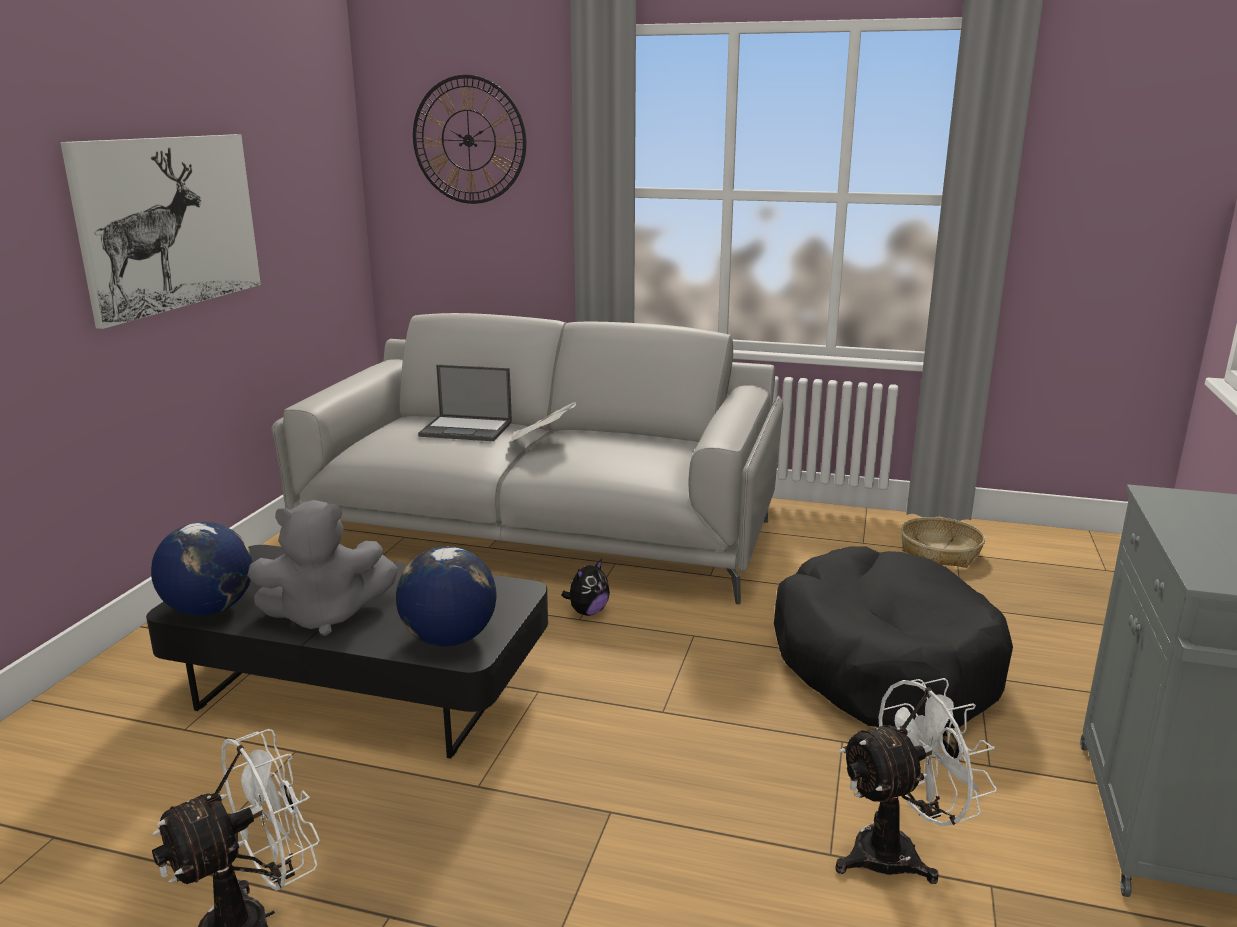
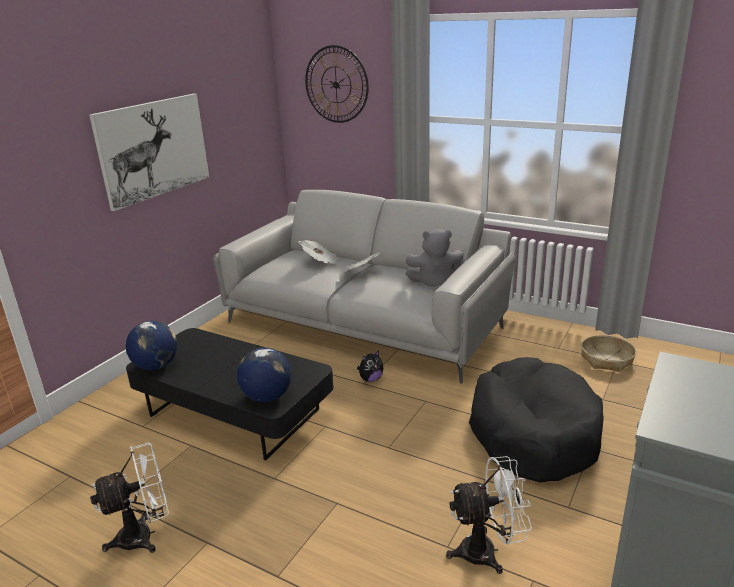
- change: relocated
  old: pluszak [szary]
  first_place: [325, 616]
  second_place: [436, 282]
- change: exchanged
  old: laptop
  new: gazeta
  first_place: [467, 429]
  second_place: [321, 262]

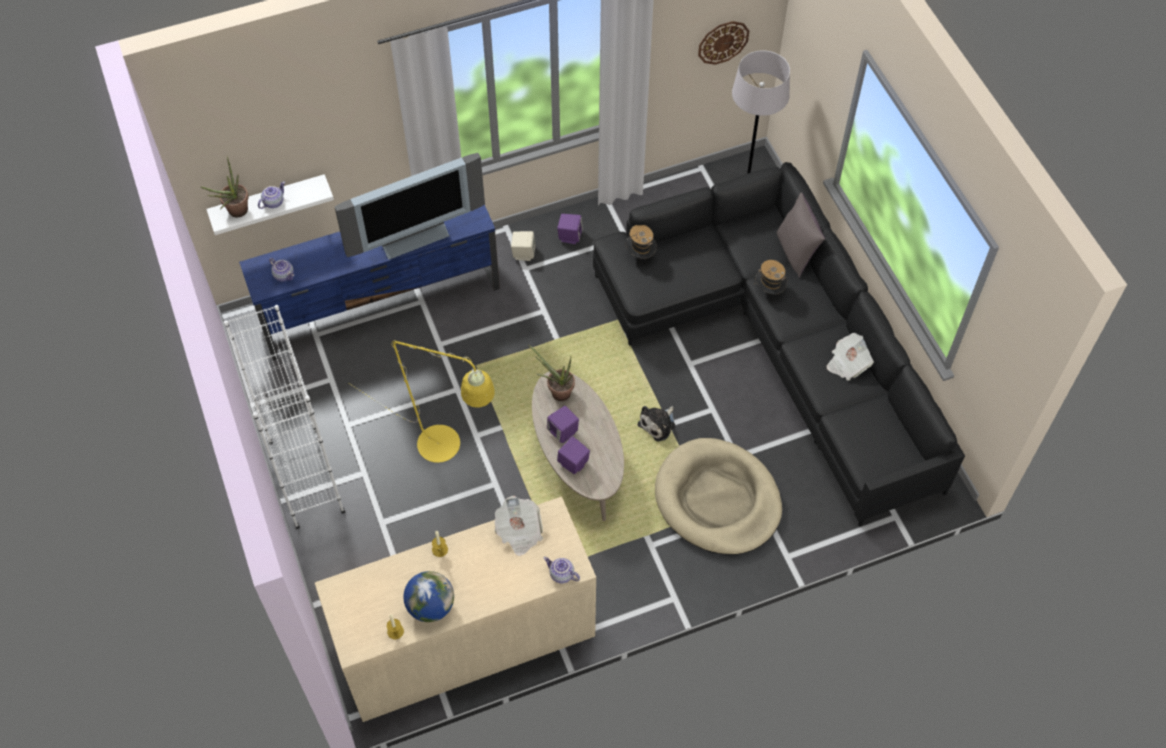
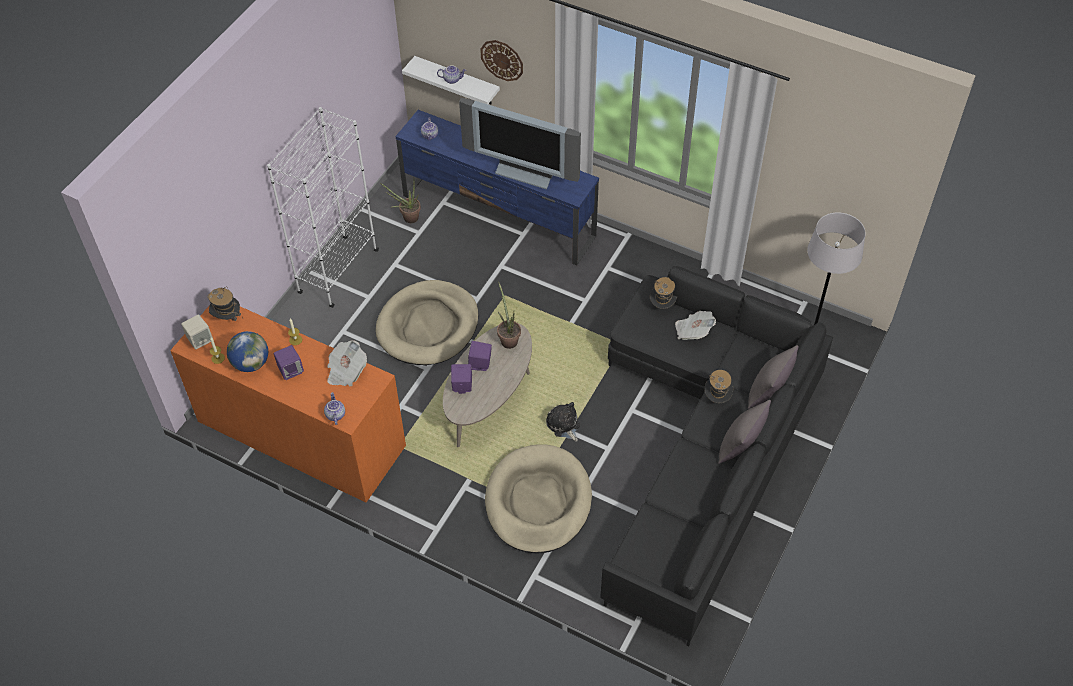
- change: appeared
  new: kapelusz
  second_place: [227, 318]
- change: appeared
  new: poduszka [szary]
  second_place: [740, 446]
- change: relocated
  old: roślina doniczkowa
  first_place: [235, 213]
  second_place: [407, 218]
- change: relocated
  old: głośnik [beżowy]
  first_place: [523, 253]
  second_place: [200, 340]
- change: relocated
  old: głośnik [fioletowy]
  first_place: [569, 236]
  second_place: [291, 370]
- change: relocated
  old: zegar ścienny
  first_place: [723, 42]
  second_place: [502, 60]
- change: relocated
  old: gazeta
  first_place: [848, 363]
  second_place: [693, 331]
- change: exchanged
  old: lampa stojąca [żółty]
  new: legowisko [beżowy]
  first_place: [448, 449]
  second_place: [428, 326]
- change: colour
  old: komoda [beżowy]
  new: komoda [pomarańczowy]
  first_place: [465, 638]
  second_place: [301, 433]
- change: spun
  old: pluszak
  first_place: [658, 424]
  second_place: [563, 425]
  degrees: 60

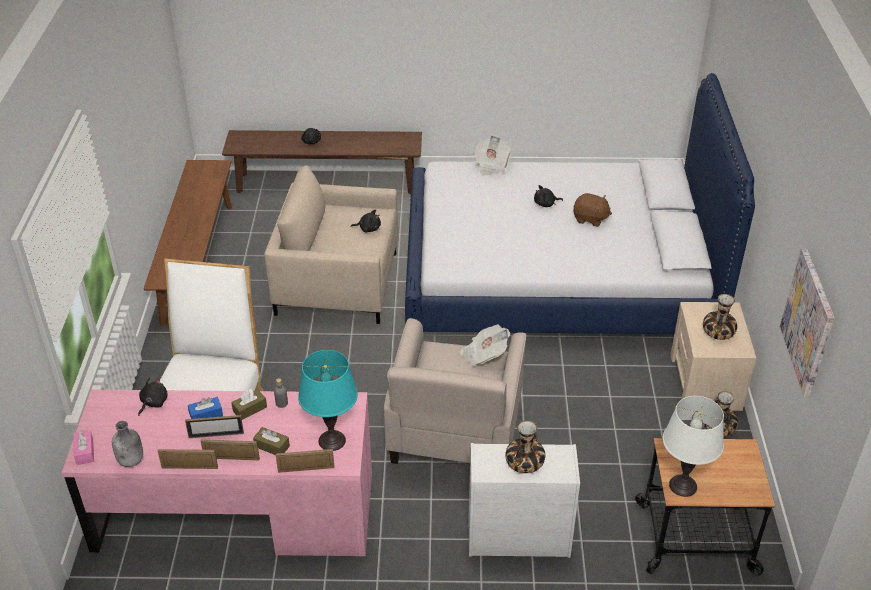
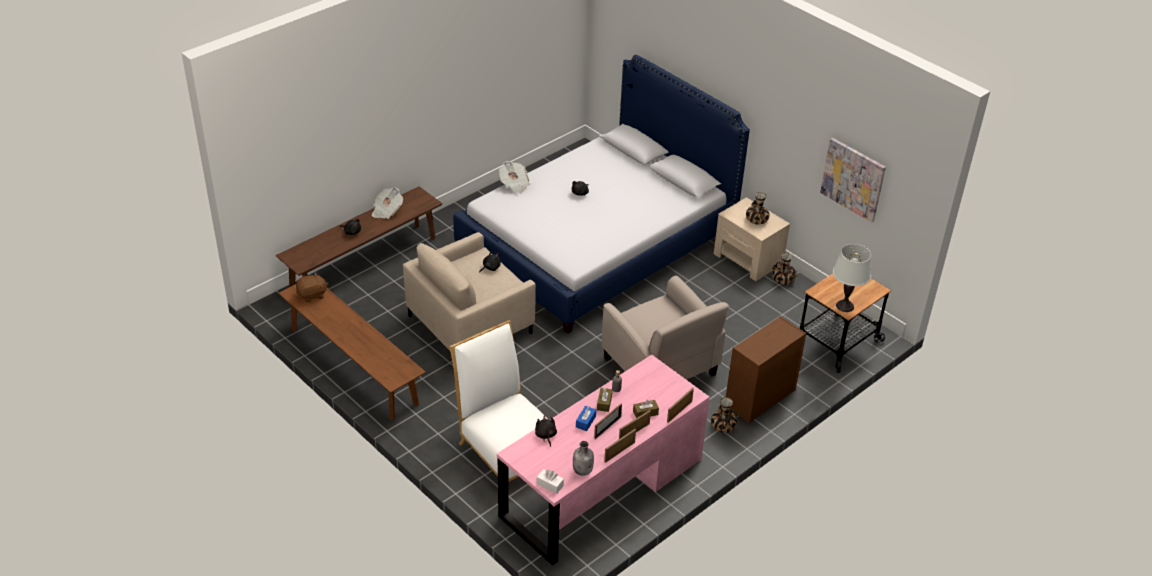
- change: missing
  old: lampa stołowa [turkusowy]
  first_place: [332, 441]
- change: relocated
  old: gazeta
  first_place: [484, 354]
  second_place: [386, 211]
- change: relocated
  old: wazon
  first_place: [524, 463]
  second_place: [723, 426]
- change: relocated
  old: pluszak [brązowy]
  first_place: [590, 219]
  second_place: [312, 295]
- change: colour
  old: pudełko chusteczek [różowy]
  new: pudełko chusteczek [biały]
  first_place: [85, 452]
  second_place: [550, 484]
- change: colour
  old: komoda [biały]
  new: komoda [brązowy]
  first_place: [517, 537]
  second_place: [759, 398]

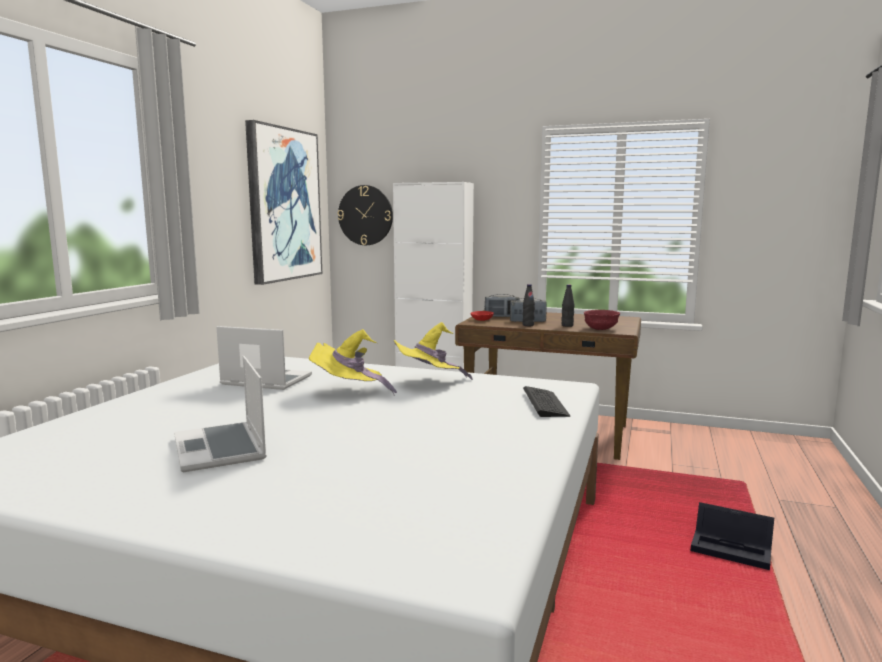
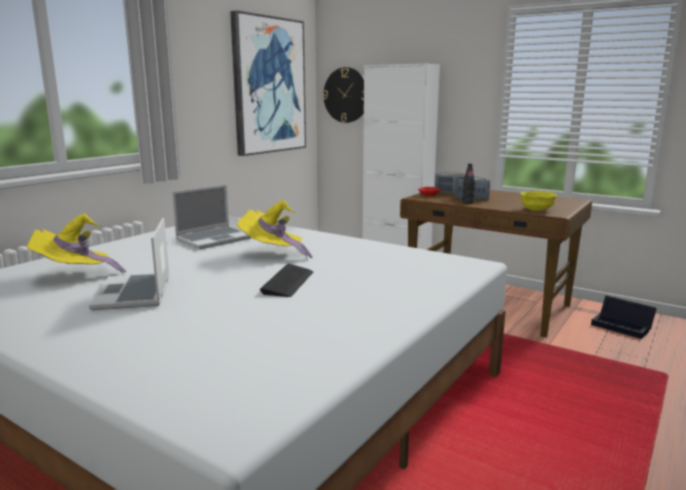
- change: missing
  old: butelka [czarny]
  first_place: [567, 325]
- change: relocated
  old: kapelusz [żółty]
  first_place: [429, 383]
  second_place: [76, 276]
- change: relocated
  old: klawiatura
  first_place: [545, 404]
  second_place: [288, 282]
- change: relocated
  old: pojemnik do przechowywania [czarny]
  first_place: [733, 549]
  second_place: [623, 326]
- change: colour
  old: miska [czerwony]
  new: miska [żółty]
  first_place: [601, 329]
  second_place: [537, 210]
- change: spun
  old: laptop
  first_place: [265, 381]
  second_place: [214, 239]
  degrees: 105

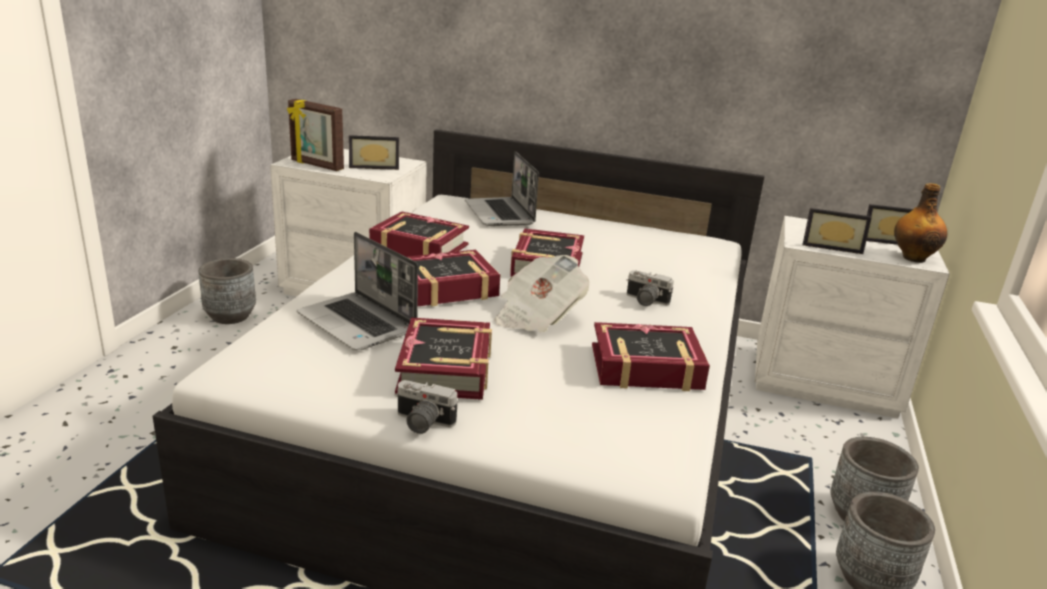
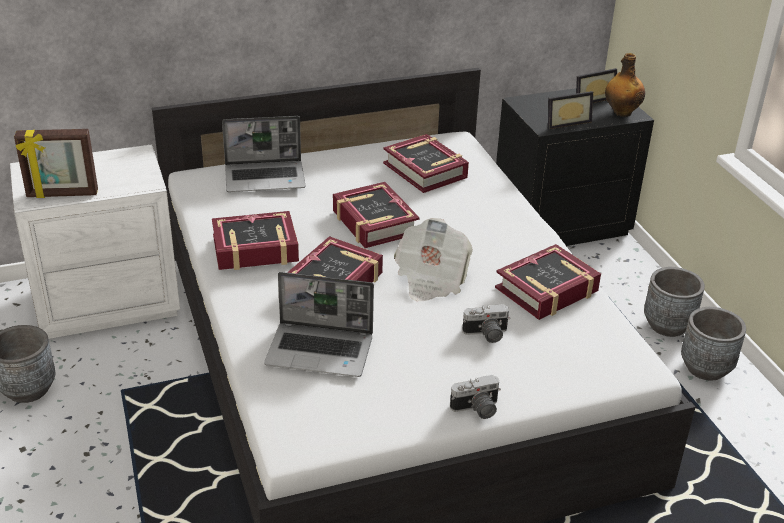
- change: missing
  old: ramka na zdjęcie
  first_place: [374, 166]
- change: relocated
  old: książka
  first_place: [446, 369]
  second_place: [425, 170]
- change: relocated
  old: aparat fotograficzny
  first_place: [645, 301]
  second_place: [486, 335]
- change: colour
  old: szafka nocna [biały]
  new: szafka nocna [czarny]
  first_place: [823, 381]
  second_place: [559, 223]
- change: spun
  old: laptop
  first_place: [500, 214]
  second_place: [266, 178]
  degrees: -45

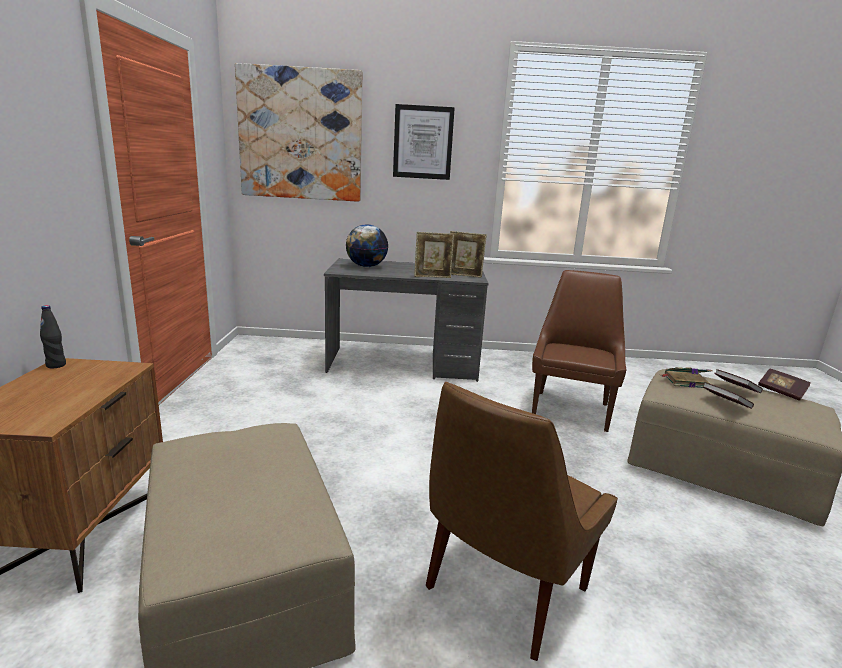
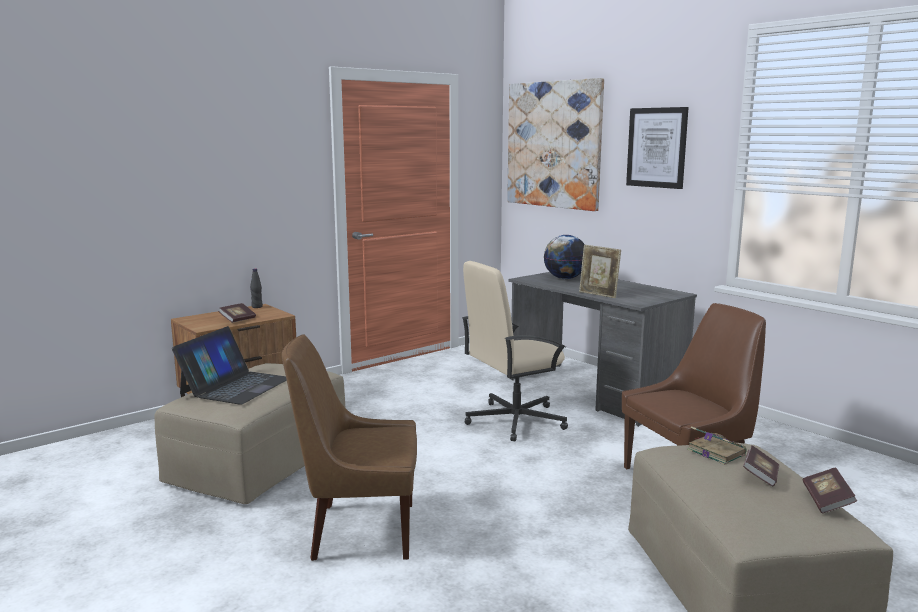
- change: missing
  old: ramka na zdjęcie
  first_place: [464, 275]
- change: appeared
  new: laptop
  second_place: [235, 386]
- change: appeared
  new: krzesło biurowe [beżowy]
  second_place: [514, 420]
- change: relocated
  old: książka
  first_place: [725, 403]
  second_place: [238, 320]

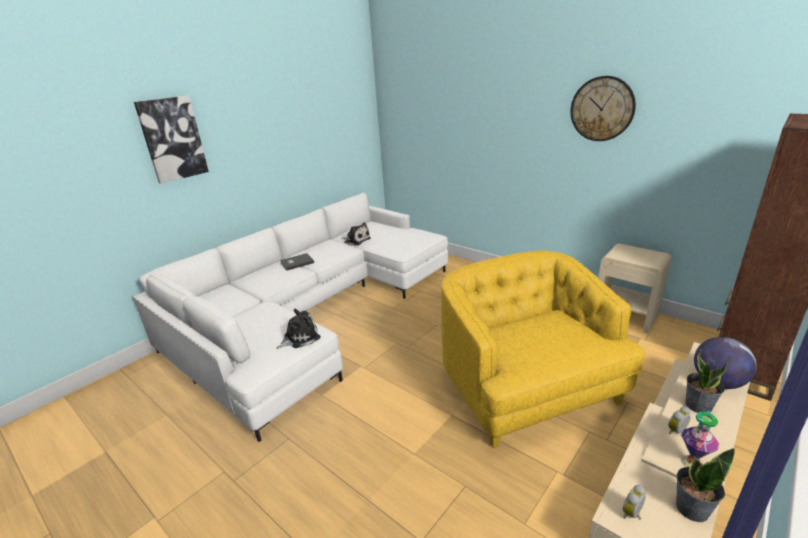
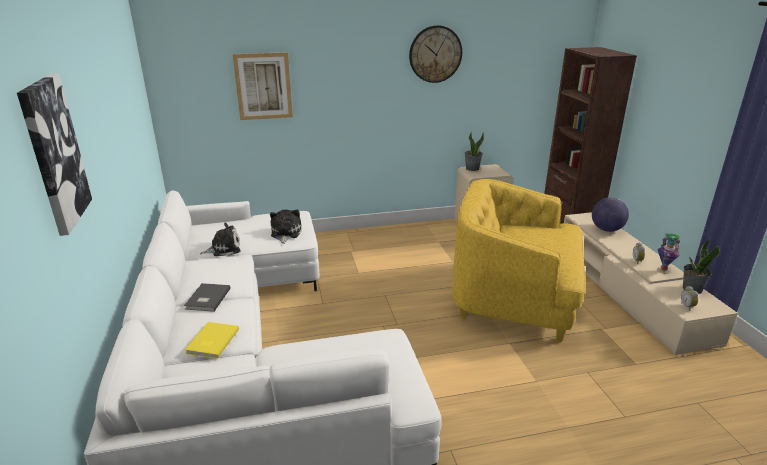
- change: appeared
  new: książka [żółty]
  second_place: [211, 341]
- change: appeared
  new: obraz
  second_place: [263, 86]
- change: relocated
  old: pluszak
  first_place: [299, 337]
  second_place: [285, 233]
- change: relocated
  old: roślina doniczkowa
  first_place: [698, 405]
  second_place: [472, 168]

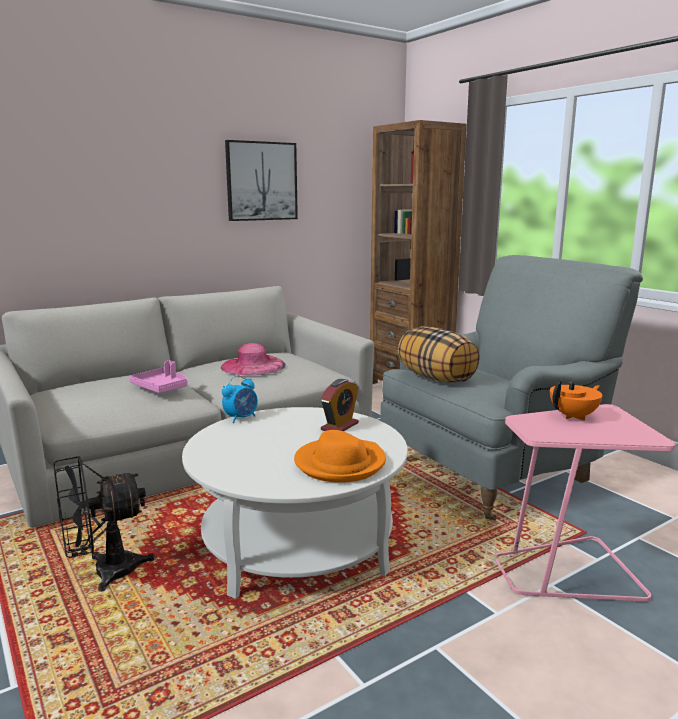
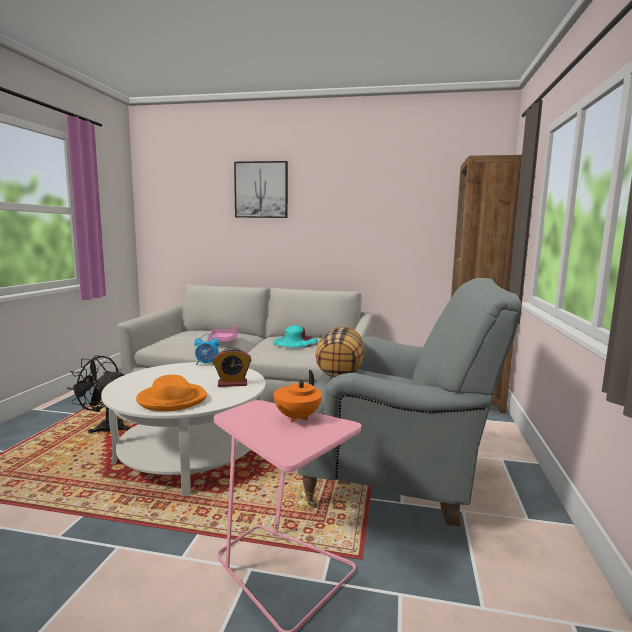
- change: relocated
  old: obraz
  first_place: [261, 181]
  second_place: [261, 190]
- change: colour
  old: kapelusz [różowy]
  new: kapelusz [turkusowy]
  first_place: [253, 365]
  second_place: [295, 342]
- change: spun
  old: imbryk [pomarańczowy]
  first_place: [574, 416]
  second_place: [296, 418]
  degrees: 105

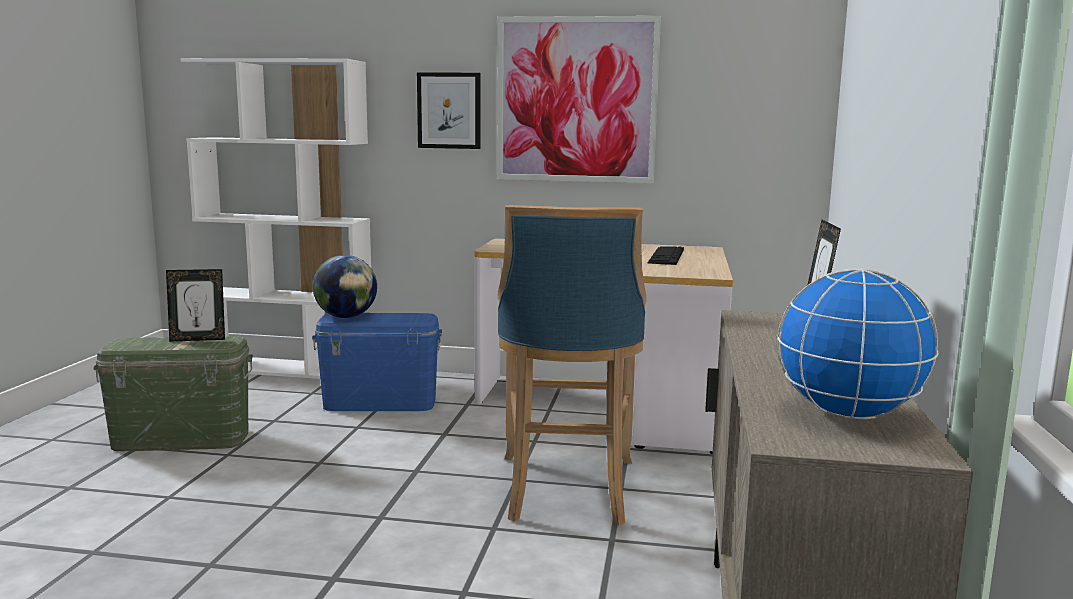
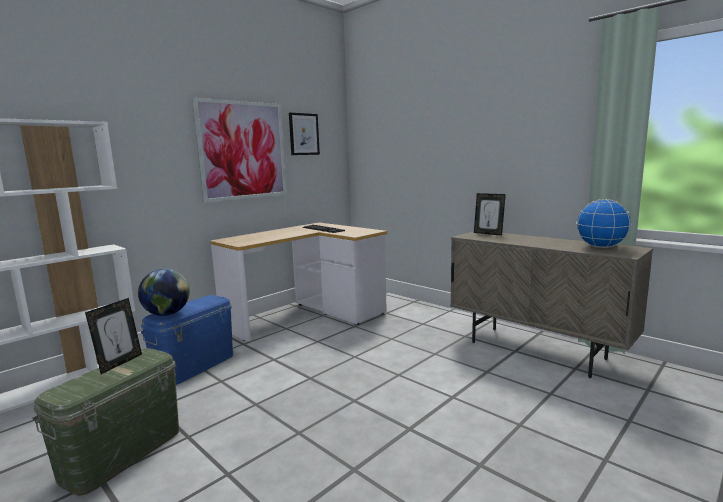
- change: missing
  old: stołek [niebieski]
  first_place: [566, 491]
- change: relocated
  old: obraz
  first_place: [449, 110]
  second_place: [304, 134]

